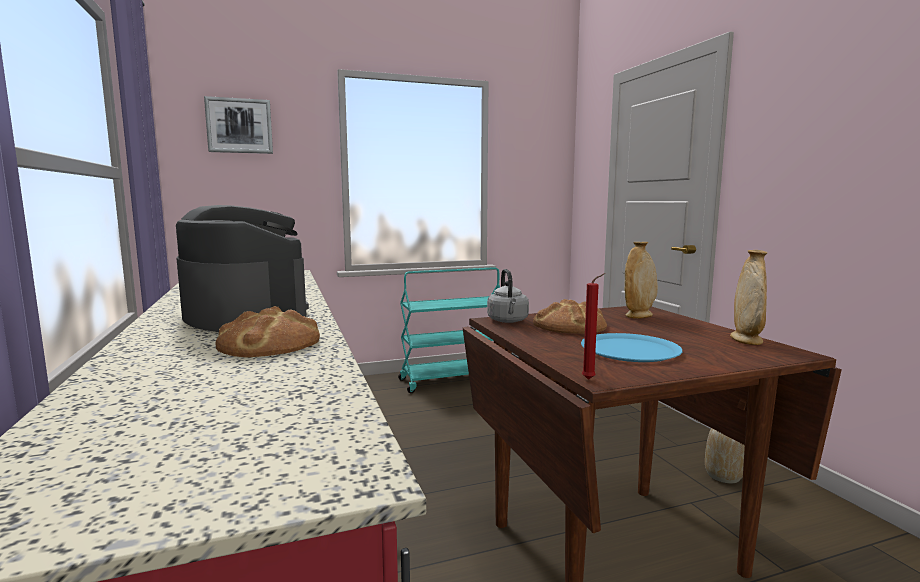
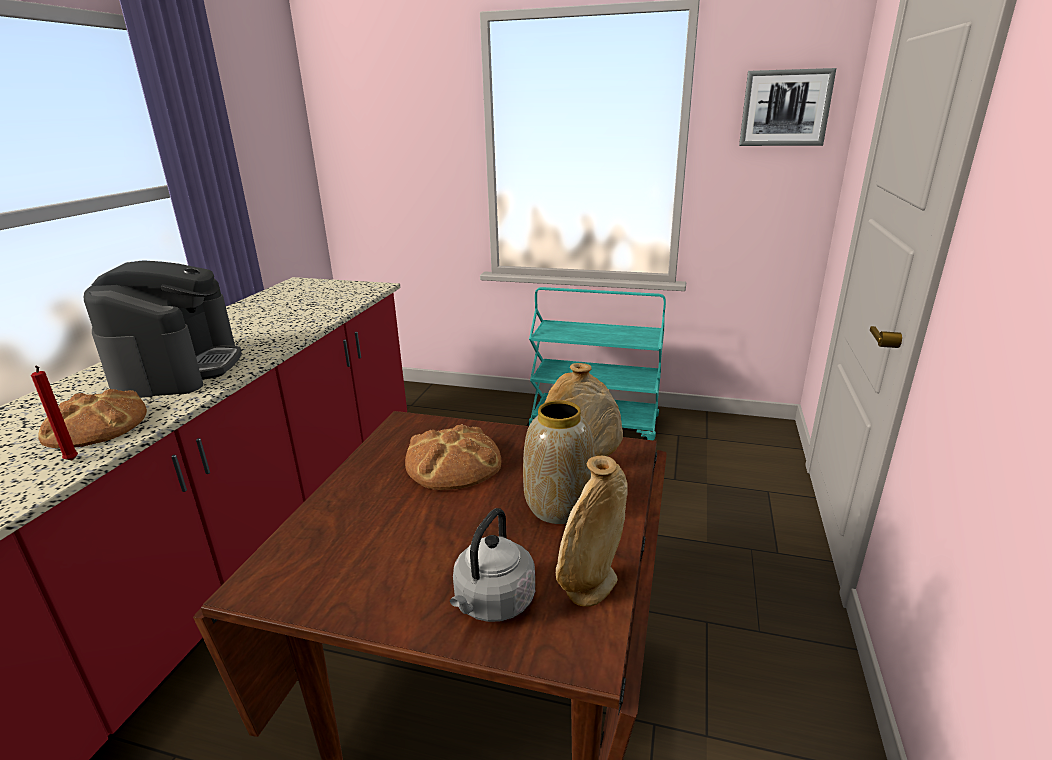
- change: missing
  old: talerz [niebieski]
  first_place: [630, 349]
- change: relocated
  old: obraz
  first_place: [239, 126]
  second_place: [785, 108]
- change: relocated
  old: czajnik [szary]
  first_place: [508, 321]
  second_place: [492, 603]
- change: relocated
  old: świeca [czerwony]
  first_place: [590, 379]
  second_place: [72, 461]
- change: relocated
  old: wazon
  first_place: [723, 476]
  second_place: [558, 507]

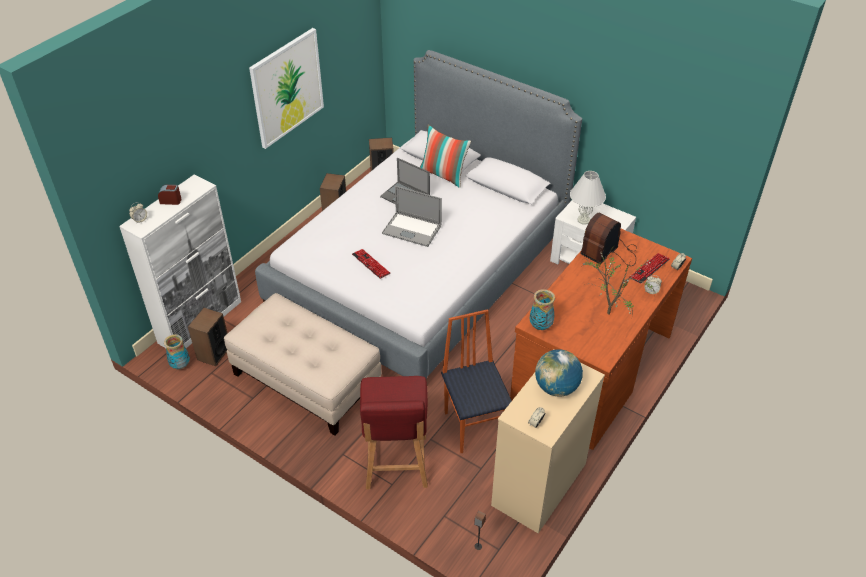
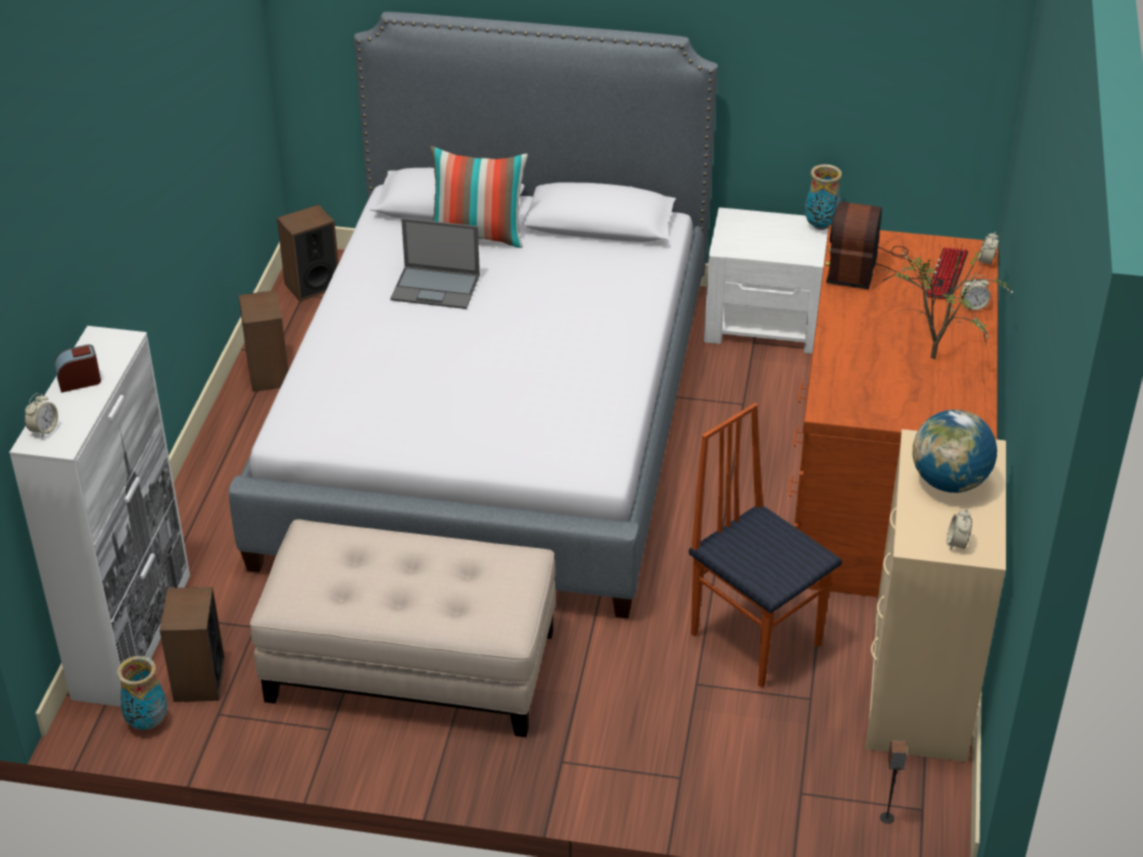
- change: missing
  old: obraz
  first_place: [287, 87]
- change: missing
  old: klawiatura
  first_place: [371, 264]
- change: missing
  old: krzesło [czerwony]
  first_place: [396, 464]
- change: missing
  old: laptop
  first_place: [411, 229]
- change: missing
  old: lampa stołowa [biały]
  first_place: [584, 220]
- change: relocated
  old: wazon
  first_place: [541, 326]
  second_place: [821, 225]

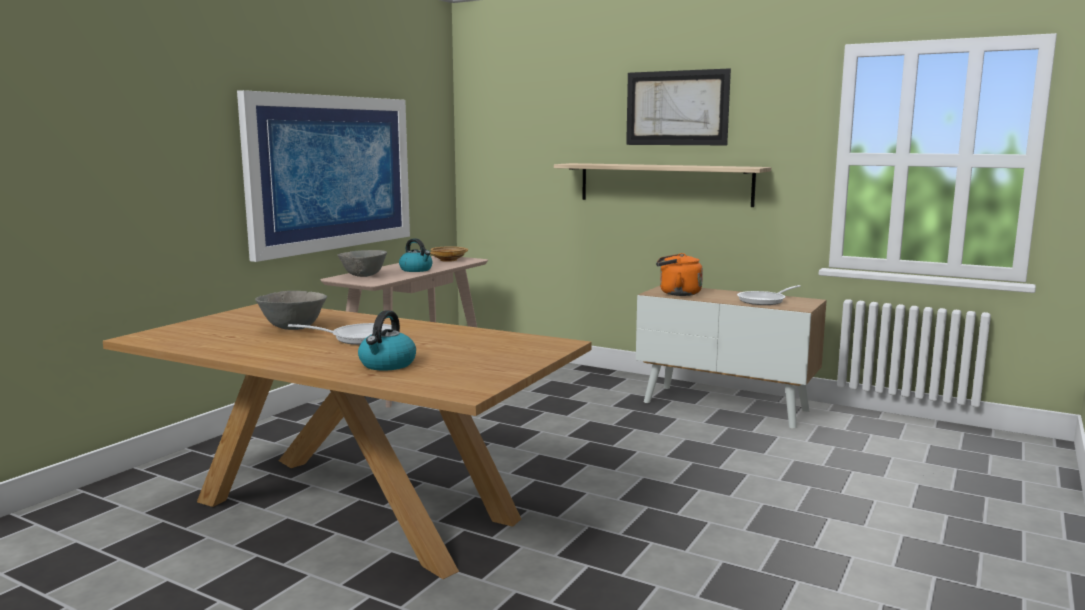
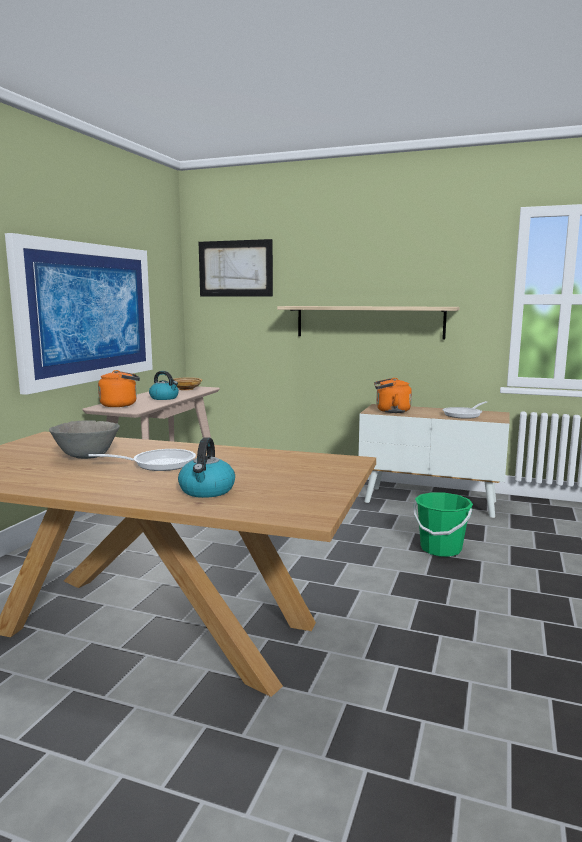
- change: appeared
  new: wiadro [zielony]
  second_place: [440, 549]
- change: relocated
  old: obraz
  first_place: [676, 108]
  second_place: [235, 268]
- change: exchanged
  old: miska [szary]
  new: czajnik [pomarańczowy]
  first_place: [364, 276]
  second_place: [121, 405]

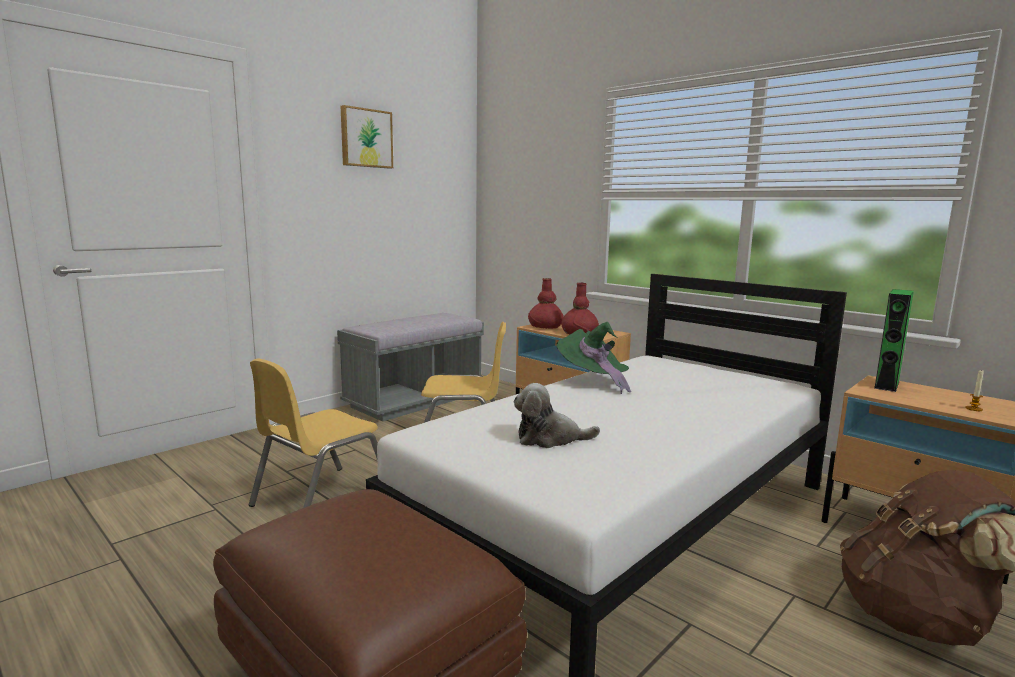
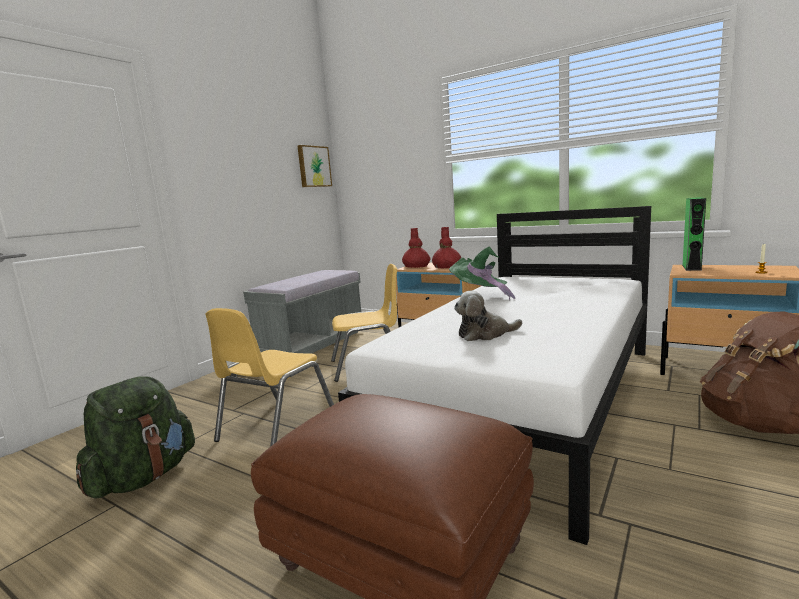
- change: appeared
  new: plecak [zielony]
  second_place: [144, 477]
- change: relocated
  old: obraz
  first_place: [366, 138]
  second_place: [313, 166]

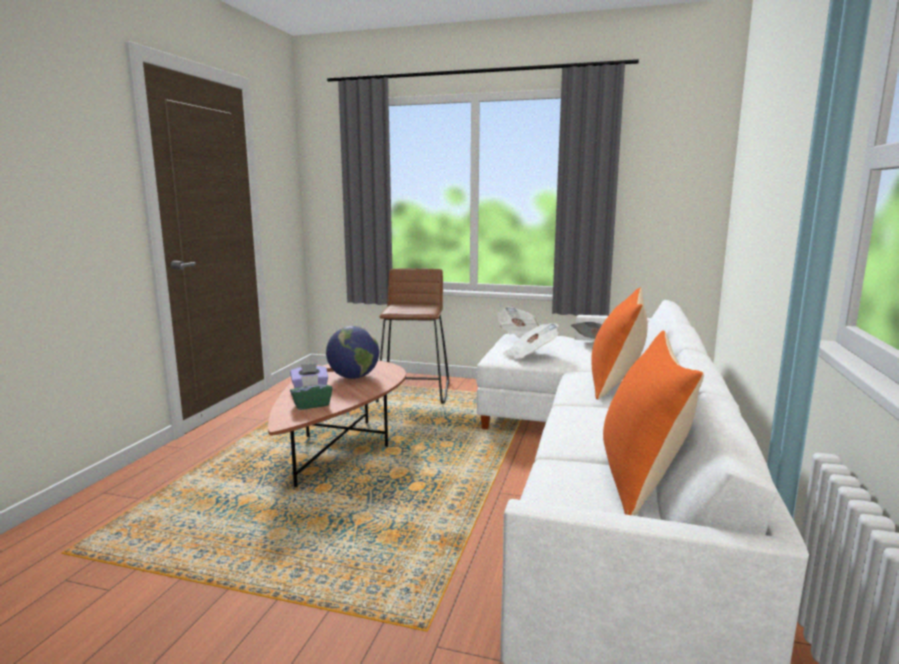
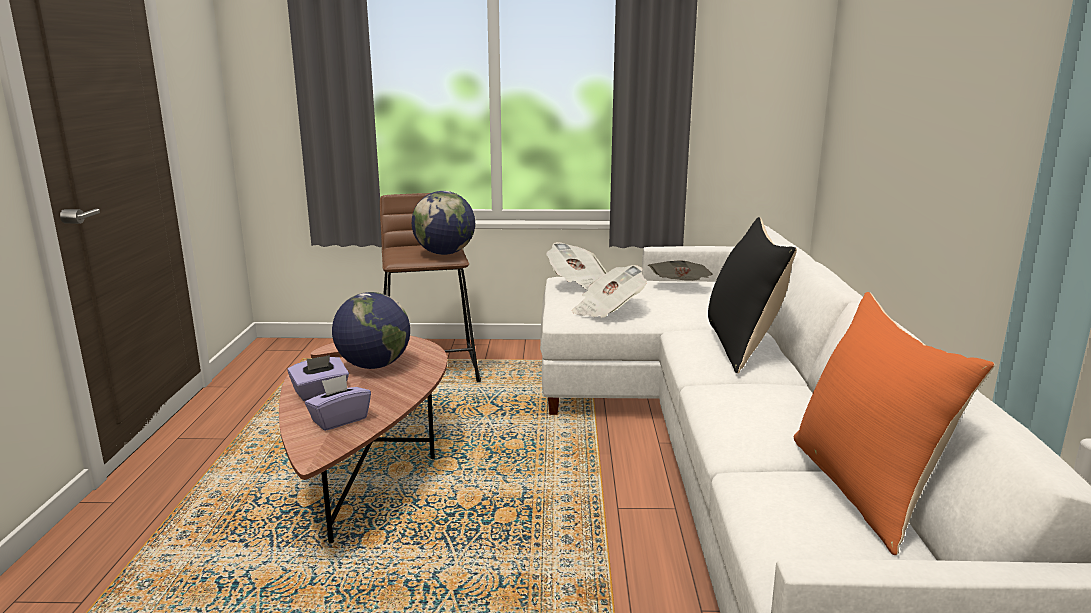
- change: appeared
  new: globus
  second_place: [445, 253]
- change: colour
  old: pudełko chusteczek [zielony]
  new: pudełko chusteczek [fioletowy]
  first_place: [311, 405]
  second_place: [339, 420]
- change: colour
  old: poduszka [pomarańczowy]
  new: poduszka [czarny]
  first_place: [616, 384]
  second_place: [742, 346]

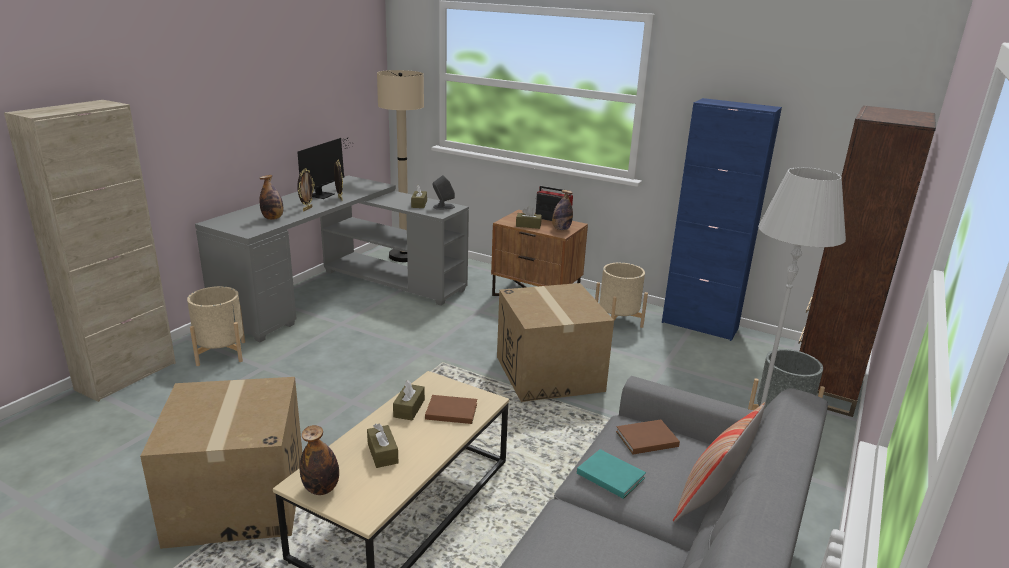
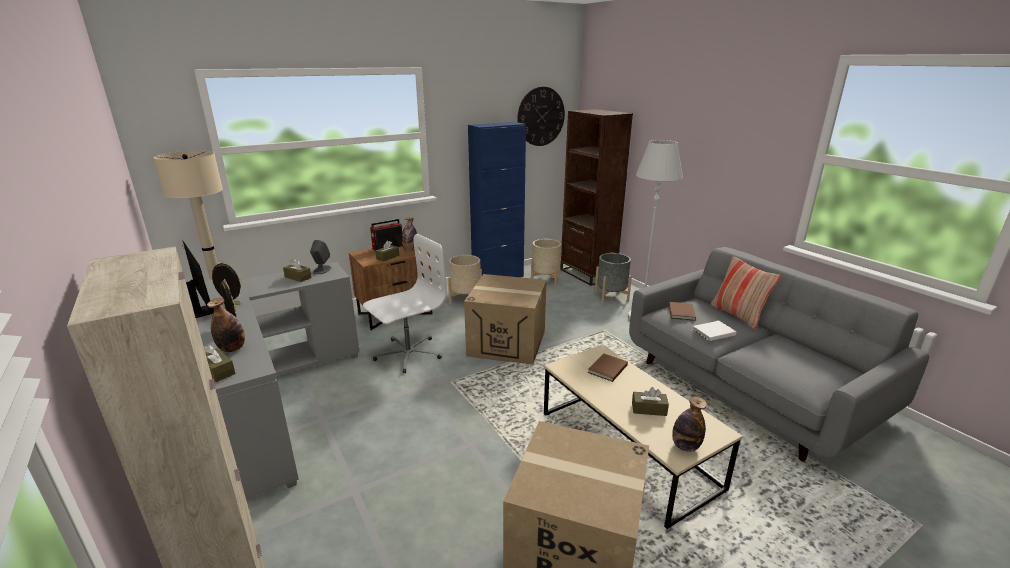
- change: appeared
  new: krzesło biurowe [biały]
  second_place: [408, 353]
- change: appeared
  new: zegar ścienny
  second_place: [541, 116]
- change: relocated
  old: donica [beżowy]
  first_place: [221, 353]
  second_place: [545, 279]
- change: relocated
  old: pudełko chusteczek [brązowy]
  first_place: [409, 408]
  second_place: [218, 371]
- change: colour
  old: książka [turkusowy]
  new: książka [biały]
  first_place: [609, 474]
  second_place: [712, 332]

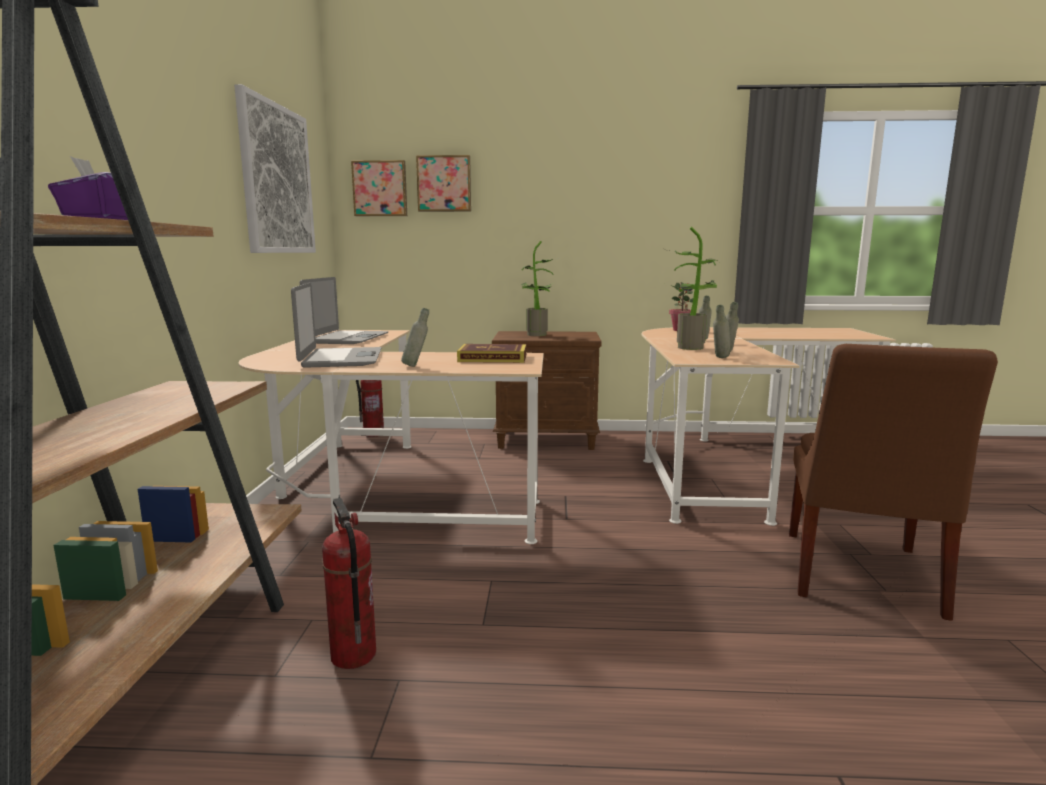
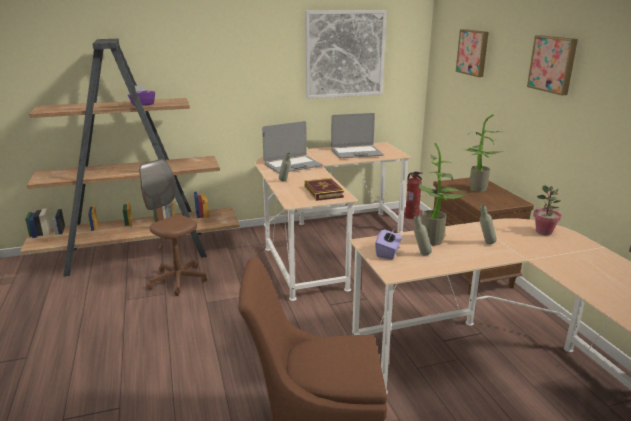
- change: relocated
  old: obraz
  first_place: [380, 189]
  second_place: [553, 64]
- change: exchanged
  old: gaśnica
  new: krzesło biurowe [brązowy]
  first_place: [352, 655]
  second_place: [177, 280]
- change: exchanged
  old: butelka [szary]
  new: pudełko chusteczek [fioletowy]
  first_place: [720, 358]
  second_place: [388, 253]

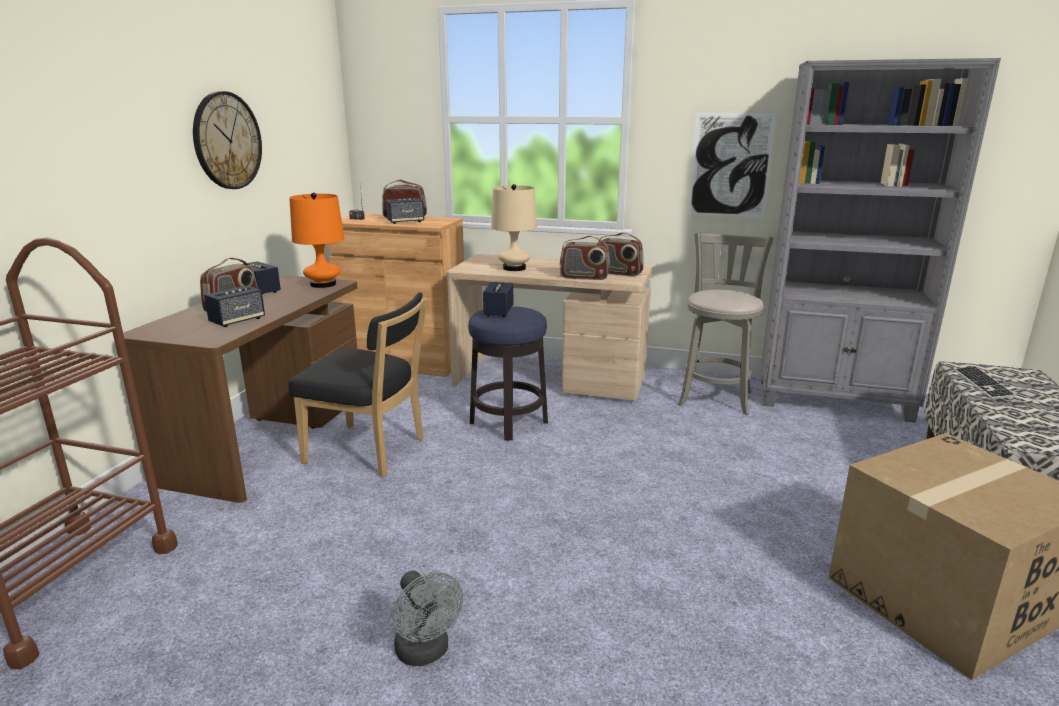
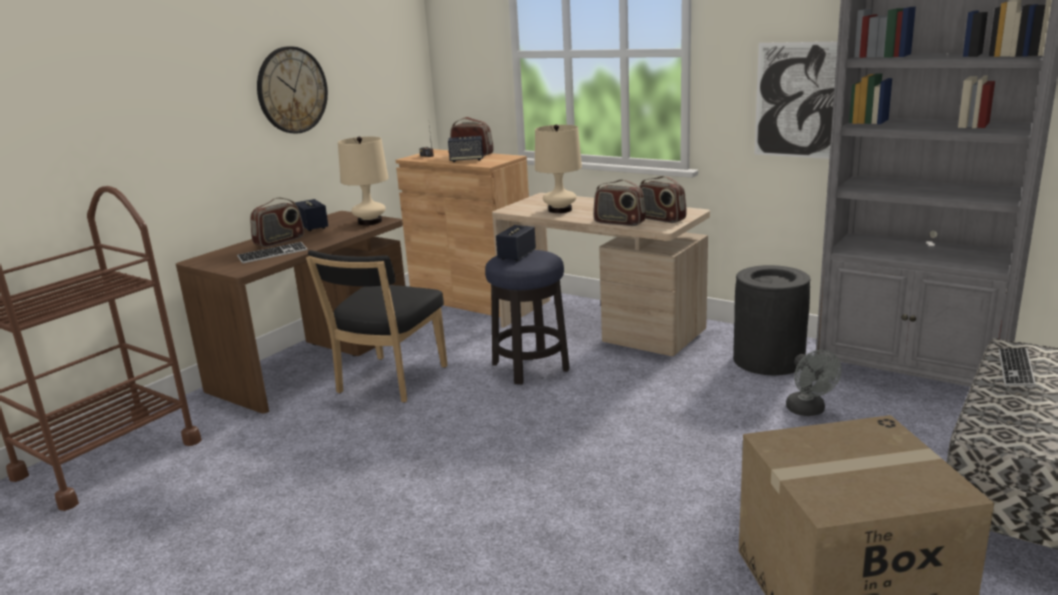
- change: relocated
  old: wentylator [szary]
  first_place: [426, 653]
  second_place: [809, 411]
- change: exchanged
  old: głośnik
  new: klawiatura
  first_place: [237, 321]
  second_place: [273, 254]
- change: exchanged
  old: stołek [szary]
  new: kosz na śmieci [czarny]
  first_place: [715, 396]
  second_place: [769, 360]
- change: colour
  old: lampa stołowa [pomarańczowy]
  new: lampa stołowa [beżowy]
  first_place: [323, 284]
  second_place: [370, 222]
- change: spun
  old: krzesło [czarny]
  first_place: [370, 452]
  second_place: [389, 382]
  degrees: 75

